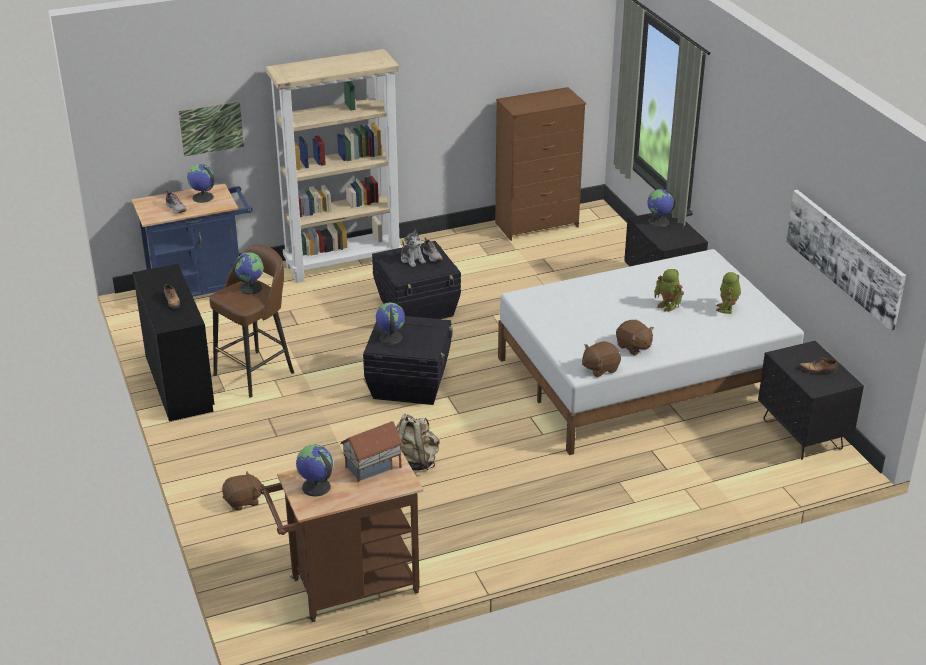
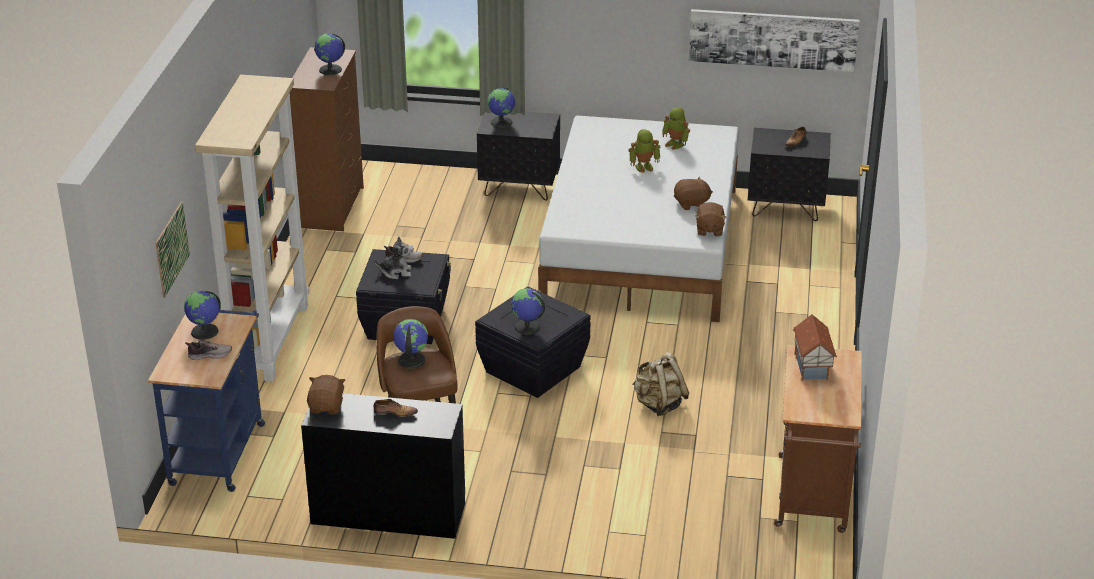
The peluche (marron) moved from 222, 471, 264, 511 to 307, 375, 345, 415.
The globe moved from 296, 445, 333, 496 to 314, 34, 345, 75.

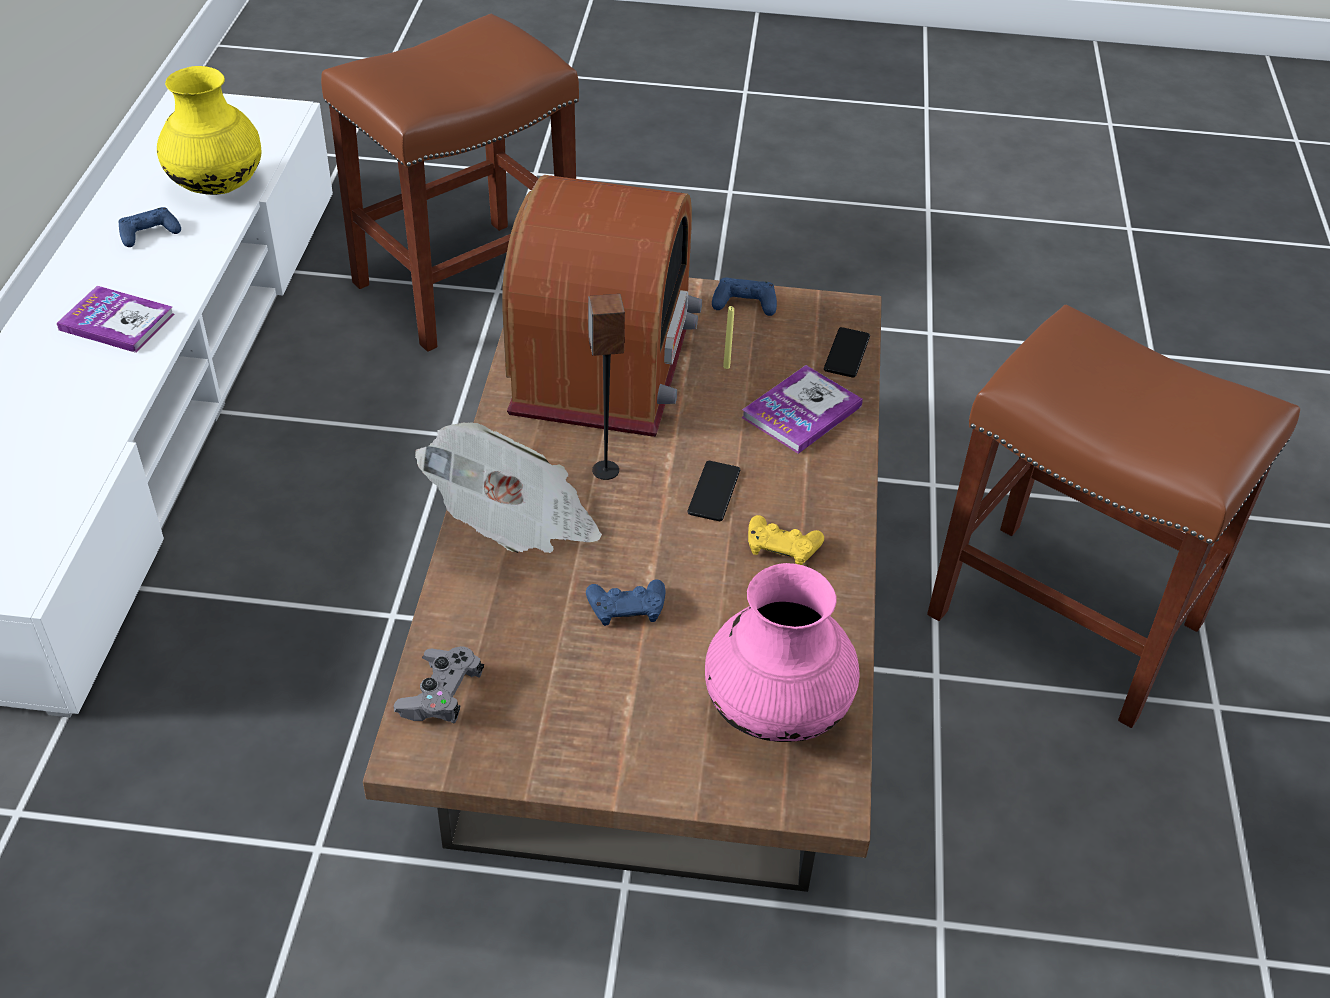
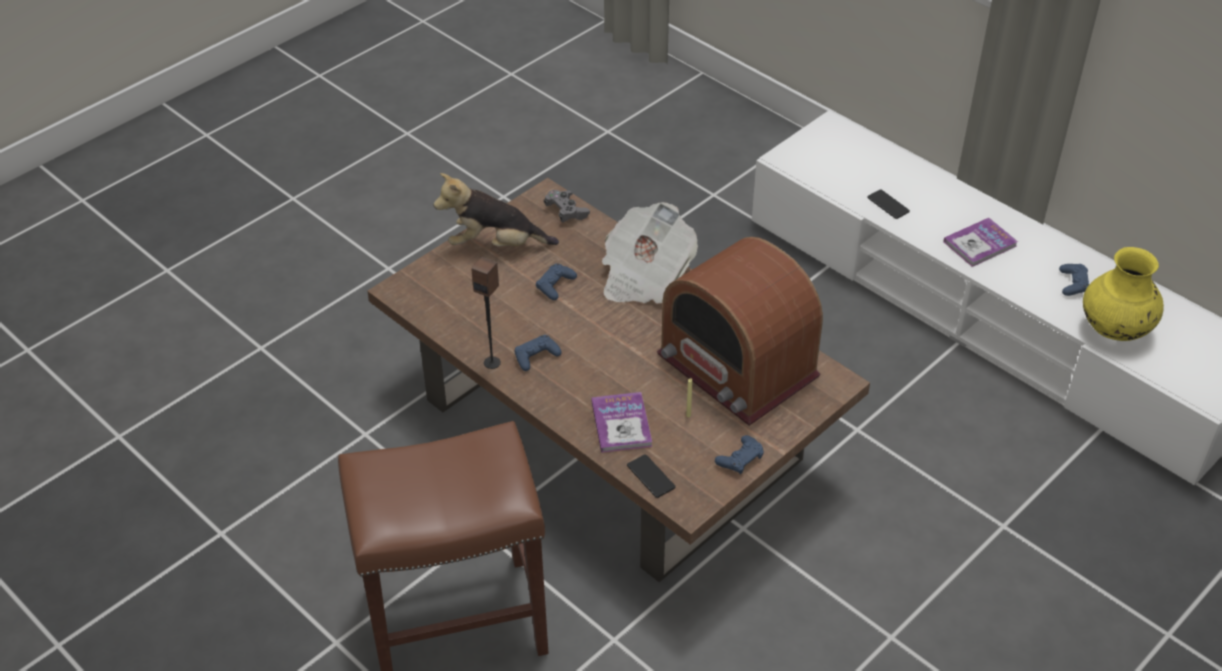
The peluche at 433, 173, 559, 246 appeared.
The enceinte moved from 588, 294, 625, 480 to 471, 257, 501, 369.
The manette (jaune) at 748, 515, 824, 565 became the manette (bleu) at 514, 335, 562, 371.
The téléphone moved from 687, 461, 740, 521 to 867, 189, 910, 219.
The tabouret (marron) at 321, 14, 579, 352 disappeared.
The vase (rose) at 705, 563, 860, 742 disappeared.

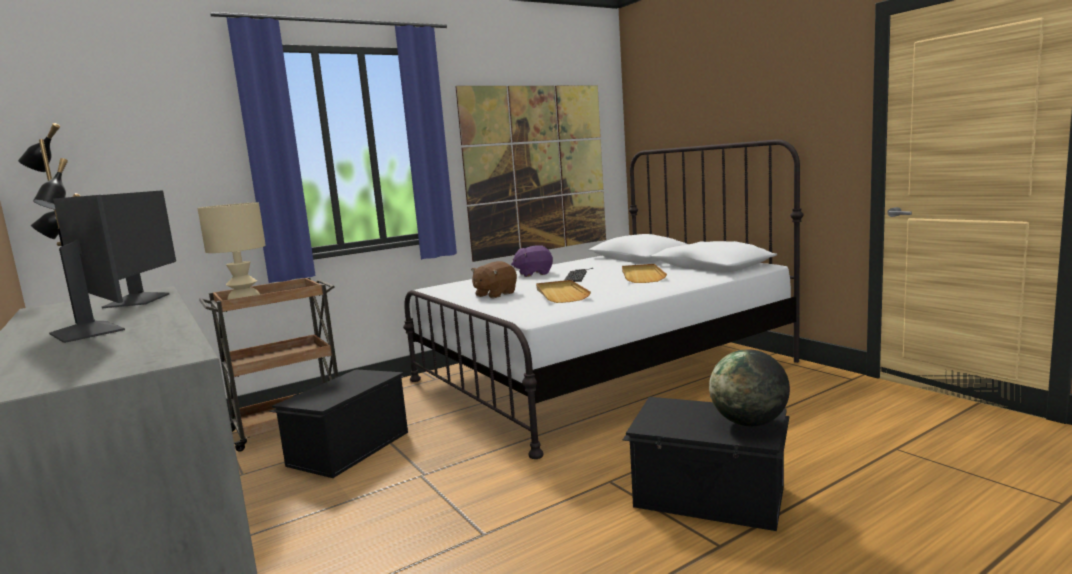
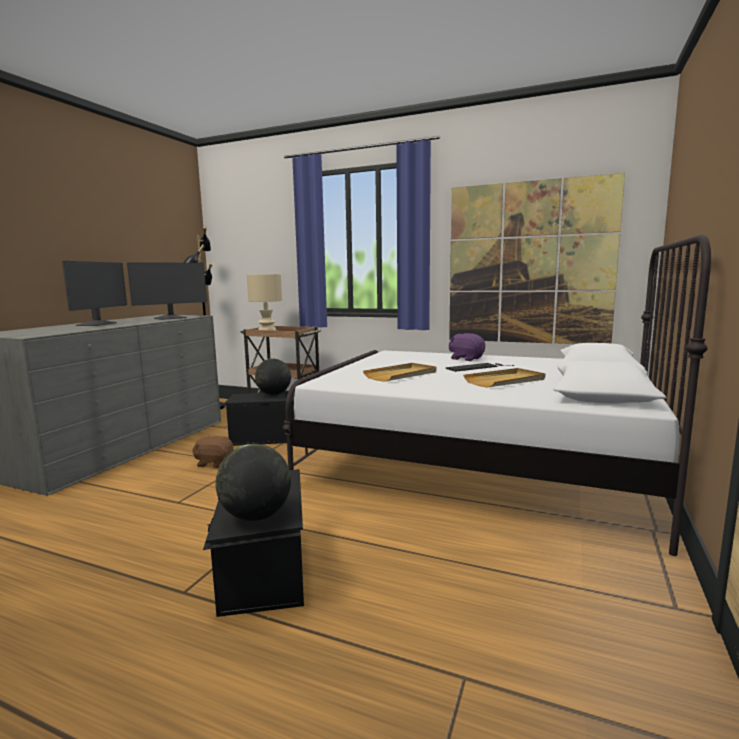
The peluche (marron) moved from 471, 261, 517, 299 to 192, 436, 234, 468.
The globe at 255, 358, 291, 395 appeared.

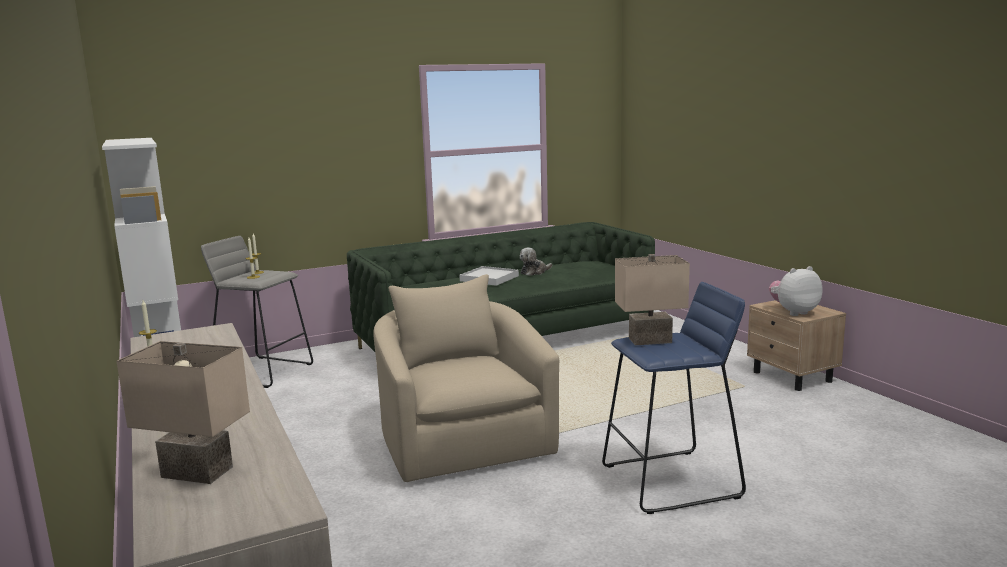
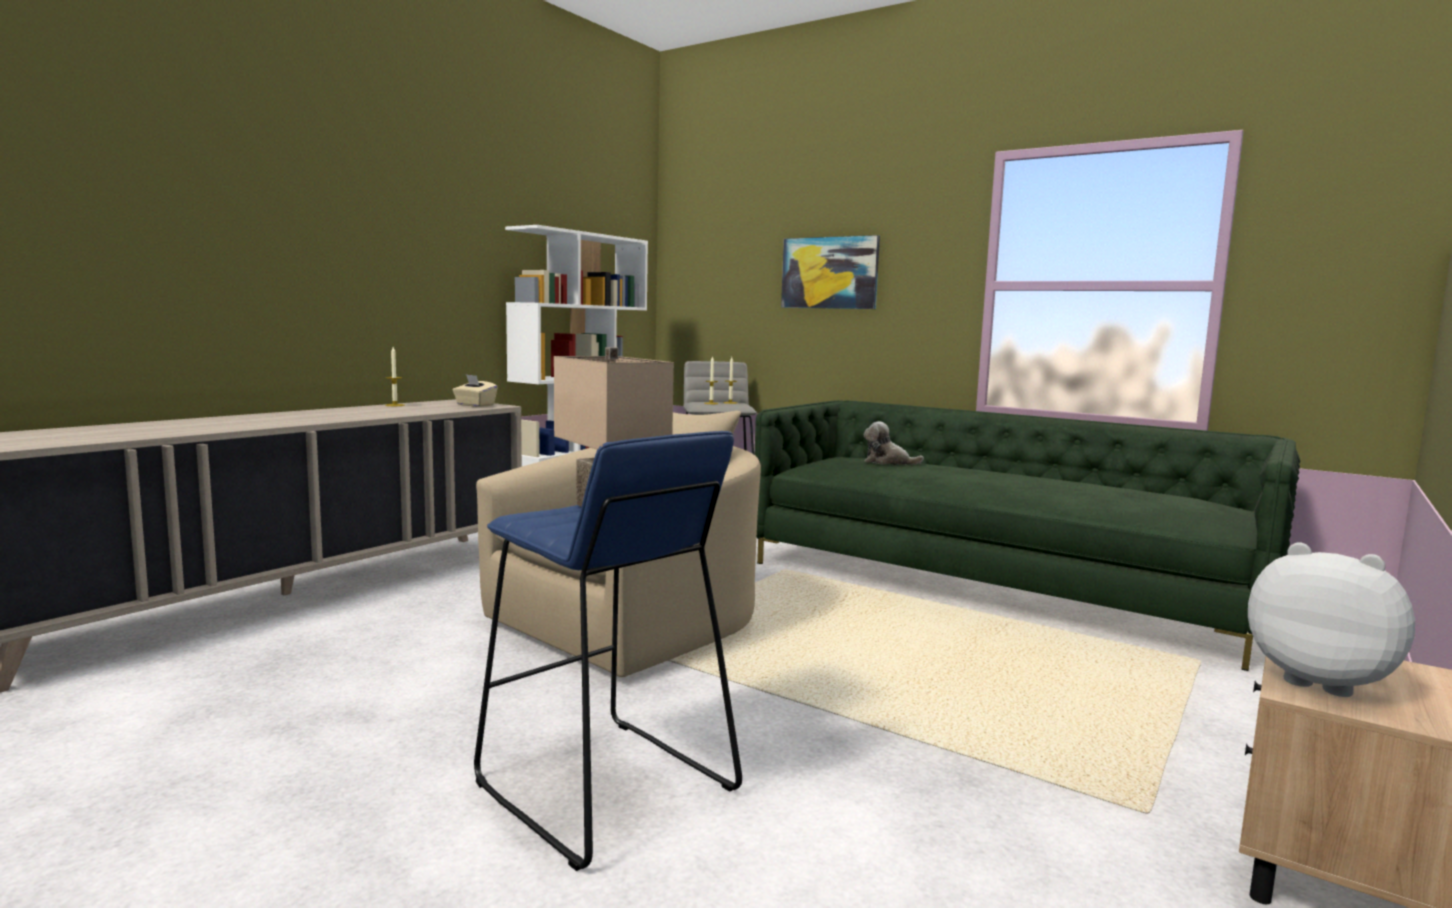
The boîte à mouchoirs (beige) at 453, 374, 498, 407 appeared.
The tableau at 781, 235, 880, 309 appeared.
The peluche moved from 520, 248, 552, 276 to 864, 422, 924, 465.
The lampe de table (beige) at 116, 341, 250, 484 disappeared.
The plateau (blanc) at 459, 266, 519, 286 disappeared.

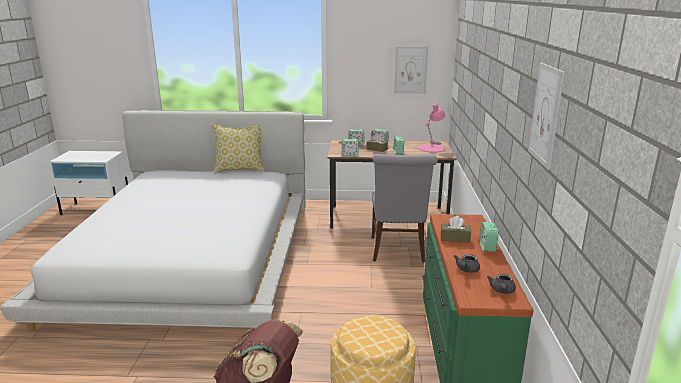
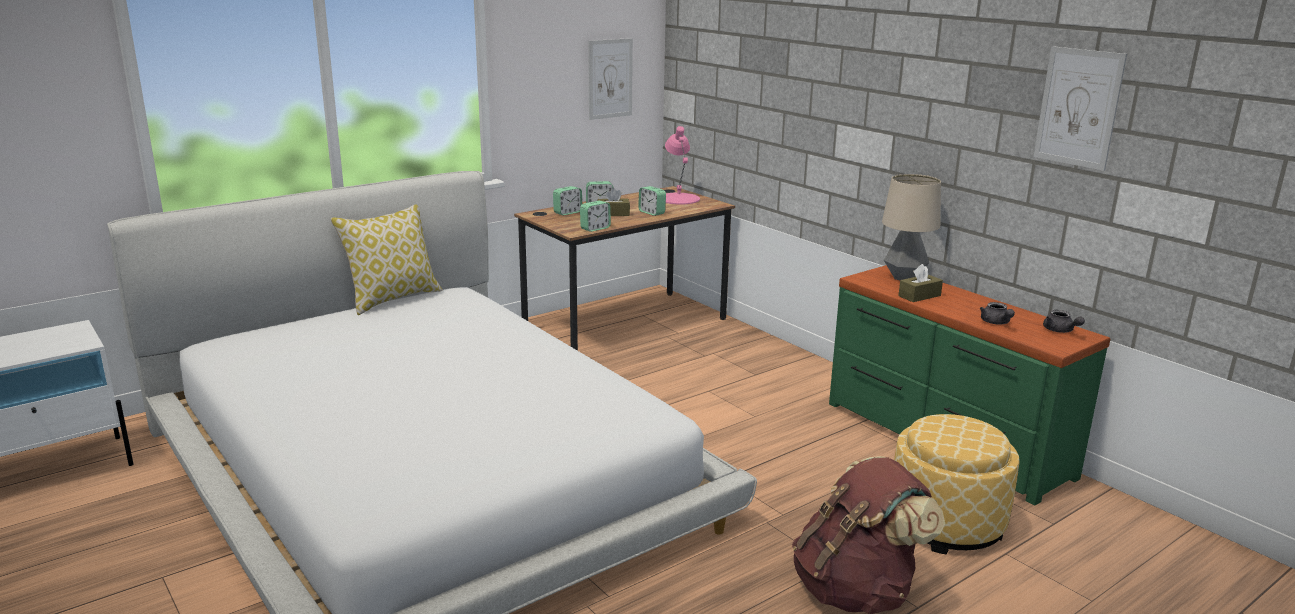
The lampe de table at 882, 174, 941, 280 appeared.
The chaise (gris) at 372, 154, 438, 263 disappeared.
The réveil at 479, 222, 499, 252 disappeared.

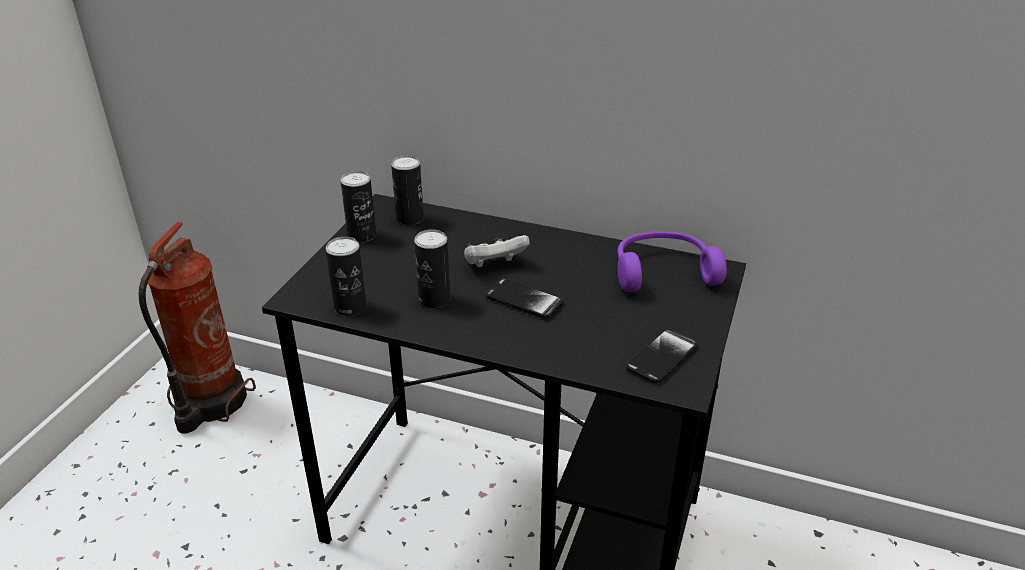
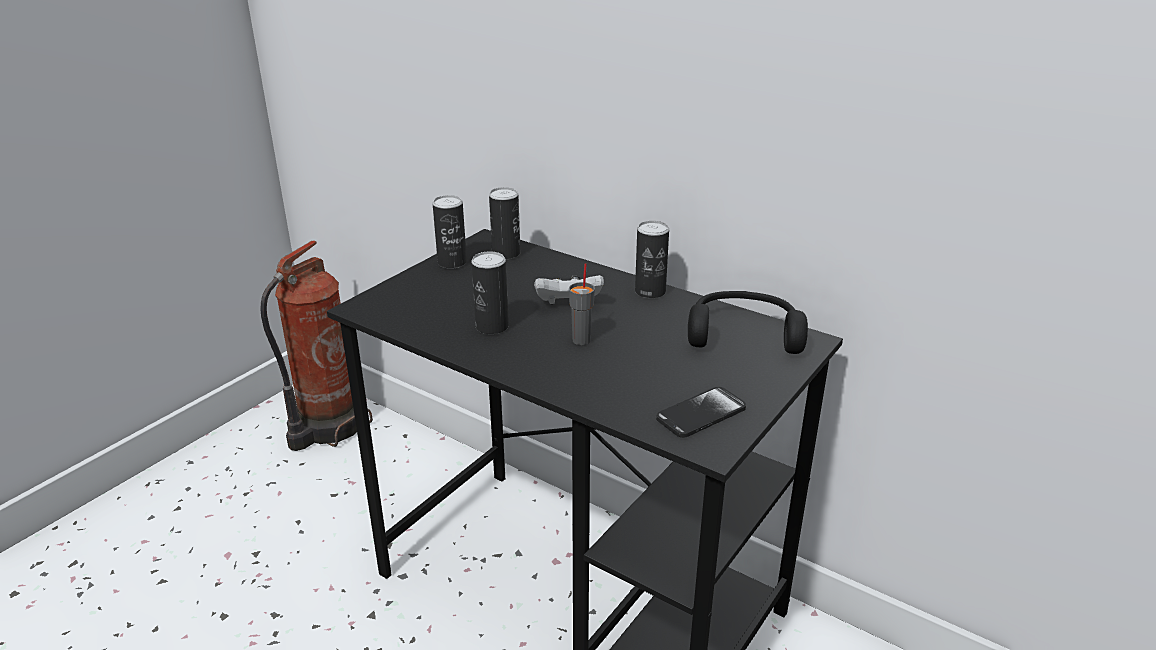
The téléphone at 486, 278, 563, 319 was replaced by the tasse (gris) at 569, 263, 595, 345.
The boîte métallique moved from 326, 237, 367, 316 to 635, 221, 669, 298.
The casque audio (violet) at 617, 231, 727, 292 became the casque audio (noir) at 688, 291, 808, 354.

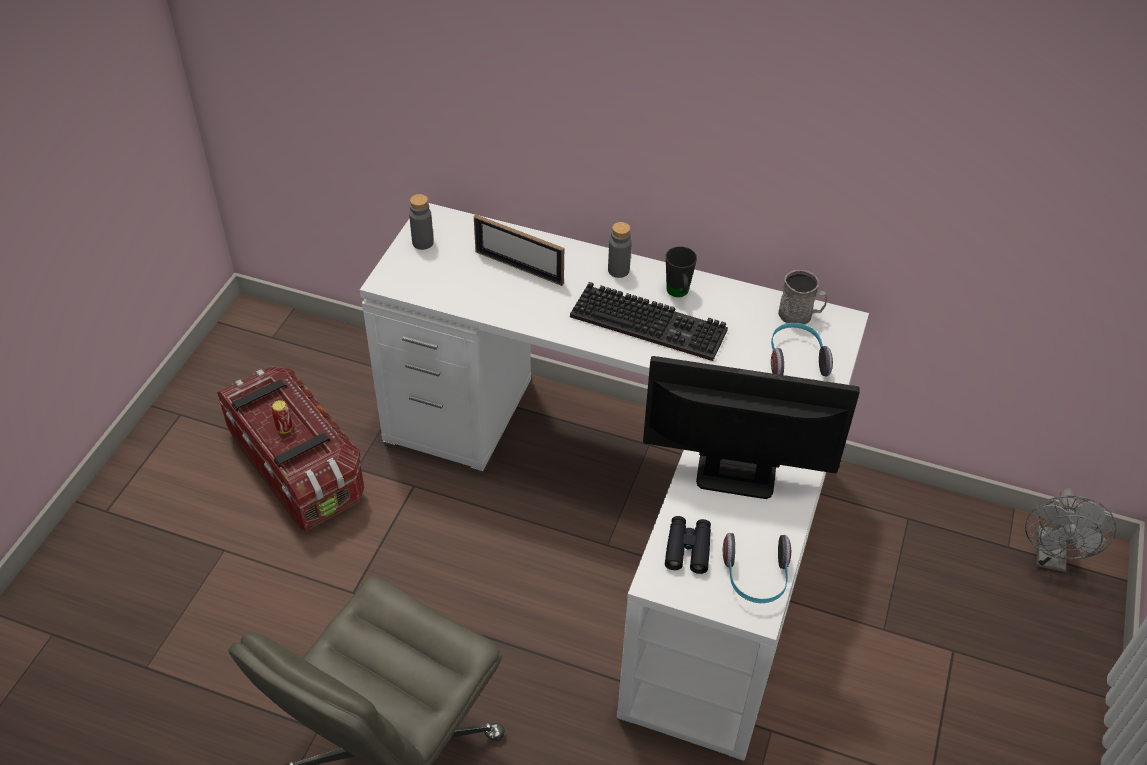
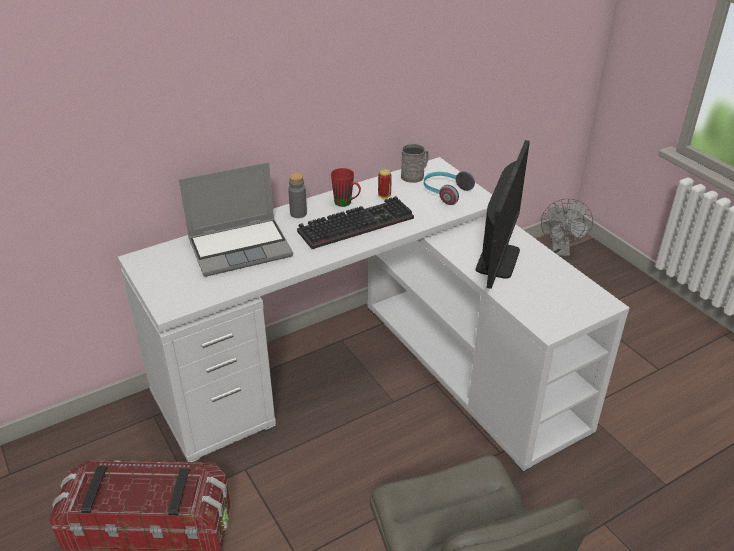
The cadre photo at 474, 215, 564, 286 was replaced by the ordinateur portable at 179, 162, 293, 276.
The mug (noir) at 666, 246, 697, 297 became the mug (rouge) at 331, 168, 361, 207.
The boîte métallique moved from 271, 400, 293, 434 to 378, 169, 392, 198.
The écran d'ordinateur at 643, 356, 860, 499 turned 150 degrees clockwise.
The ventilateur (gris) at 1025, 488, 1117, 572 turned 45 degrees clockwise.
The bouteille (gris) at 409, 194, 434, 250 disappeared.
The jumelles (noir) at 665, 516, 711, 574 disappeared.
The casque audio at 723, 533, 791, 603 disappeared.

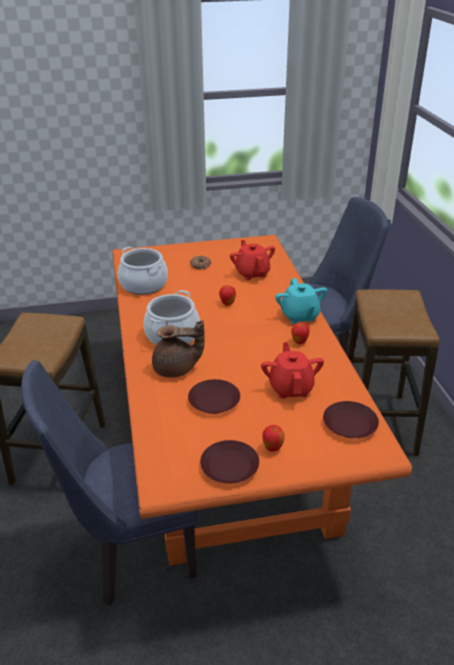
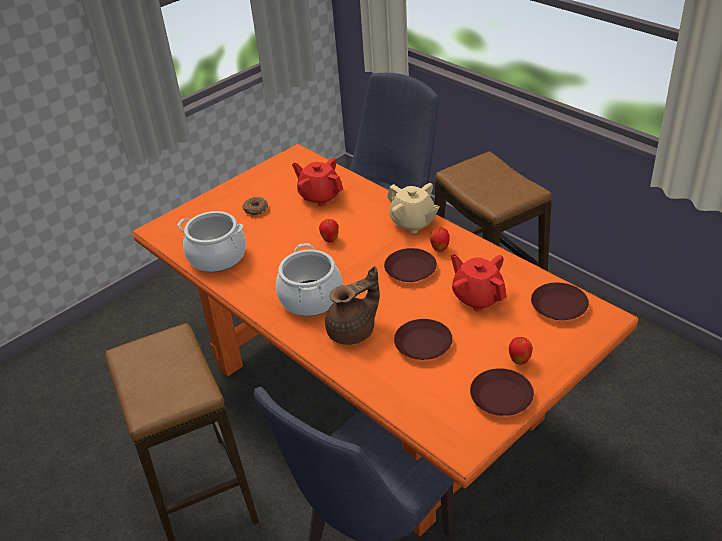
The assiette (marron) at 384, 248, 437, 282 appeared.
The théière (turquoise) at 275, 278, 327, 324 became the théière (beige) at 387, 183, 440, 233.

